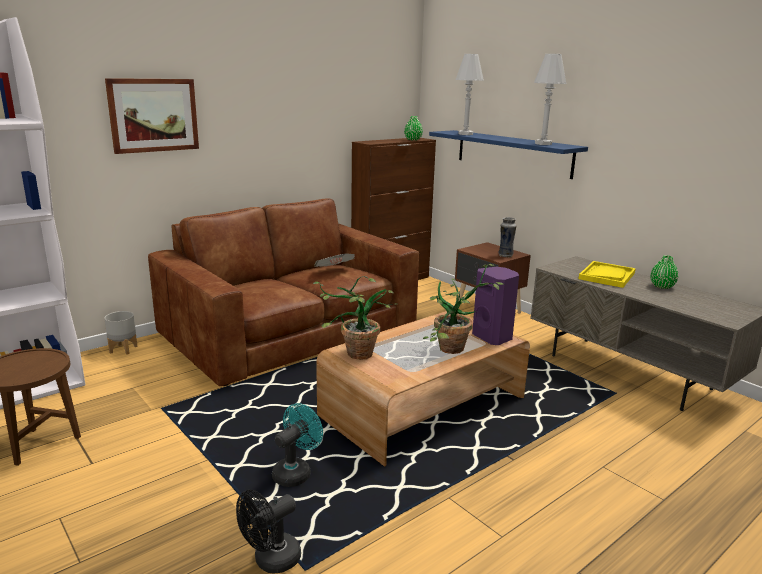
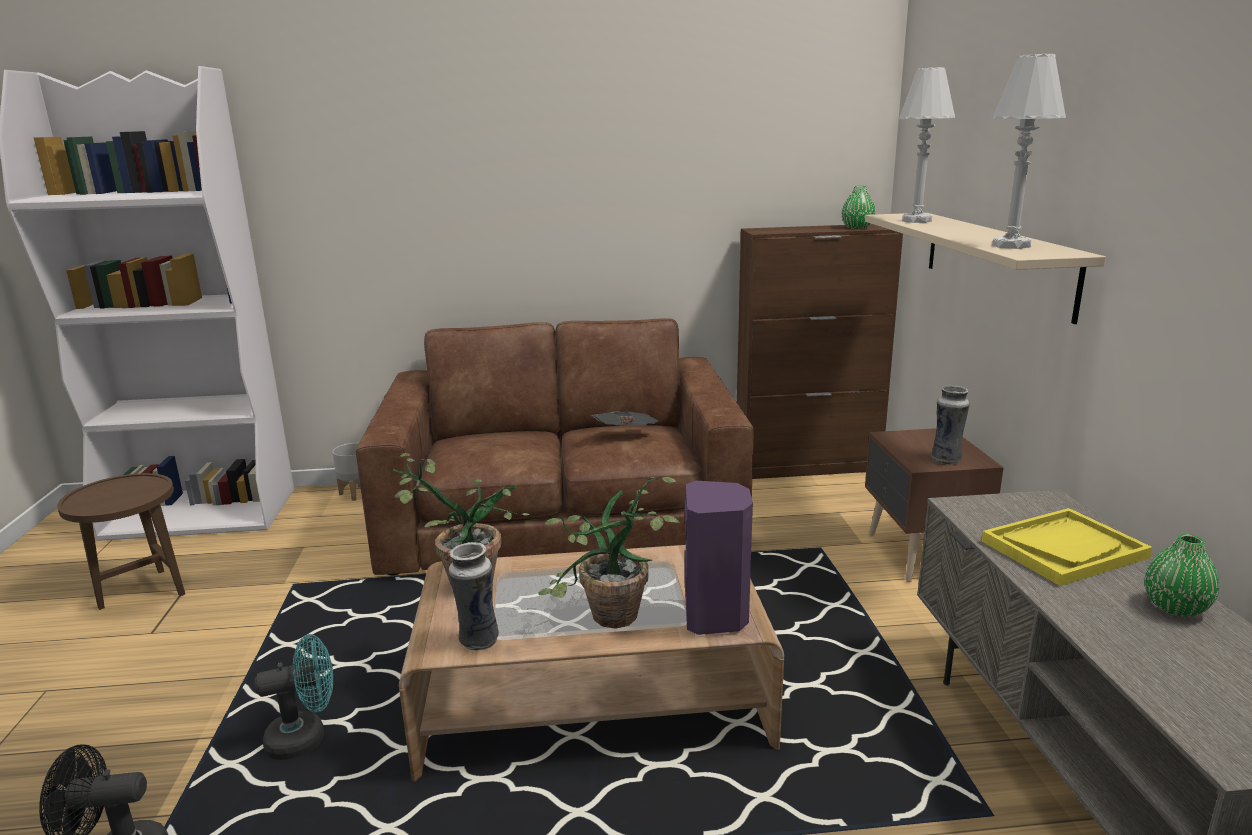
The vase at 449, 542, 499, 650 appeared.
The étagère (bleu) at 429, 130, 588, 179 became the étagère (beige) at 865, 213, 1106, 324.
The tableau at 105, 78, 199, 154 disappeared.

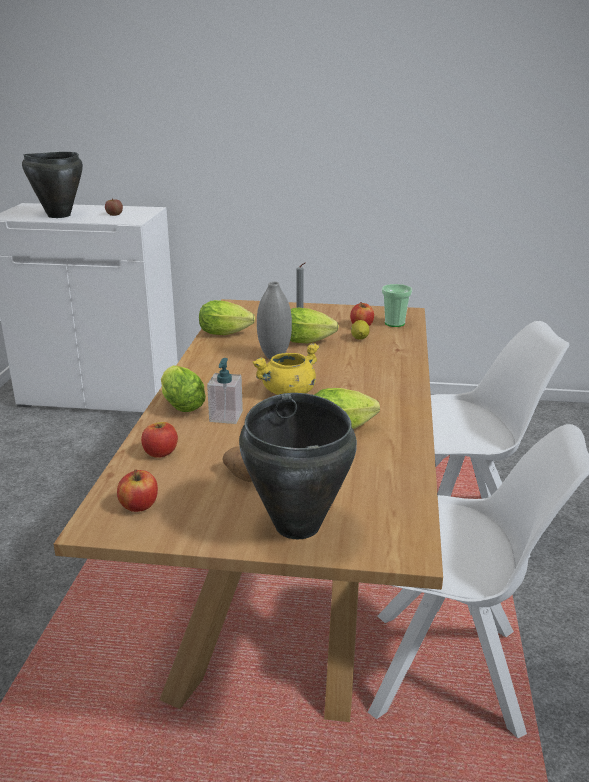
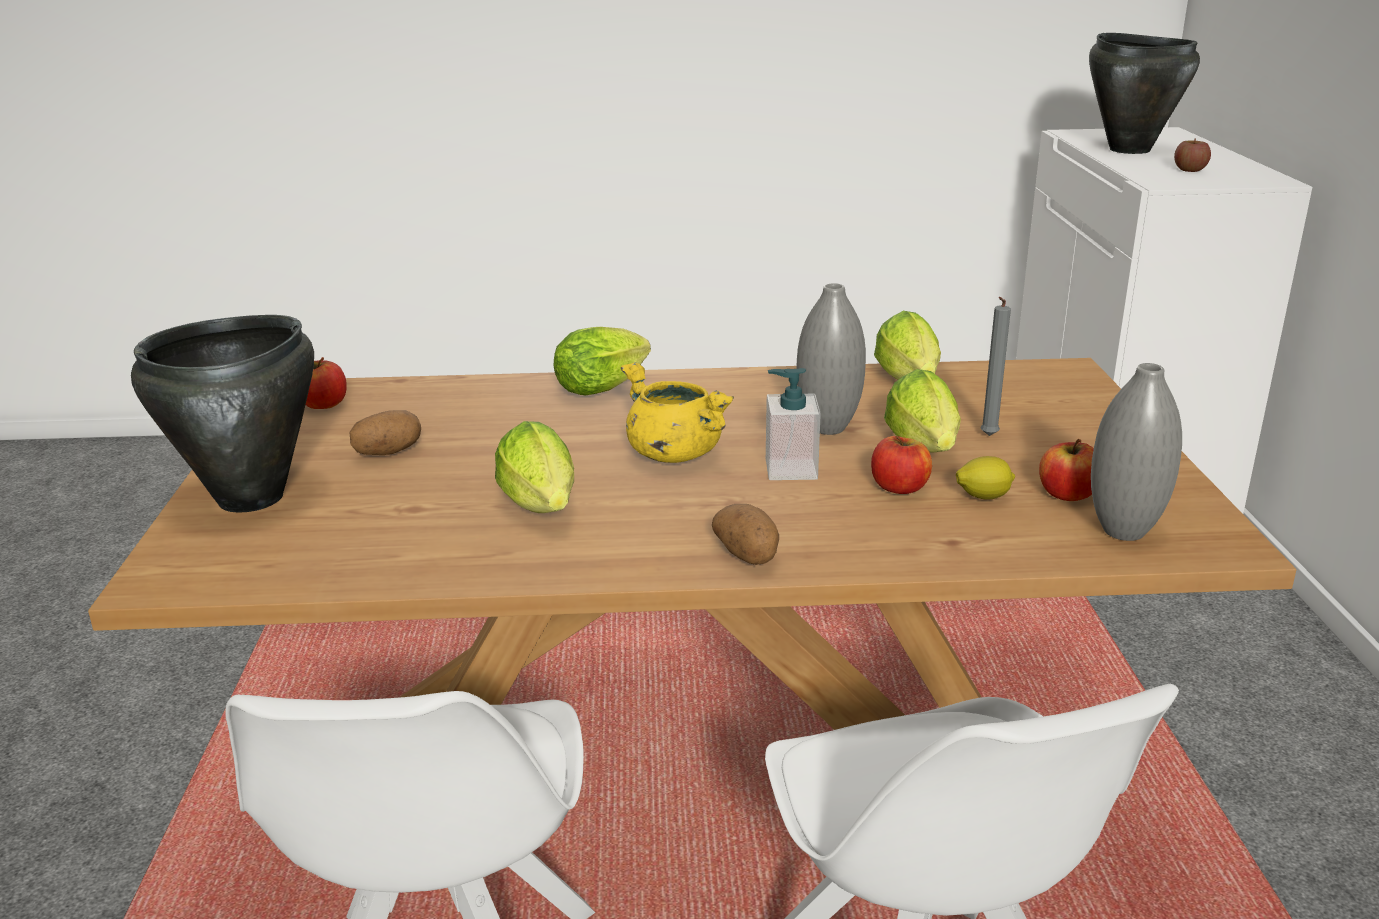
The pomme de terre at 712, 504, 779, 565 appeared.
The distributeur de savon moved from 207, 358, 243, 424 to 766, 368, 821, 480.
The pomme moved from 141, 422, 178, 458 to 871, 436, 932, 494.
The tasse at 382, 284, 412, 327 was replaced by the vase (gris) at 1091, 363, 1182, 541.

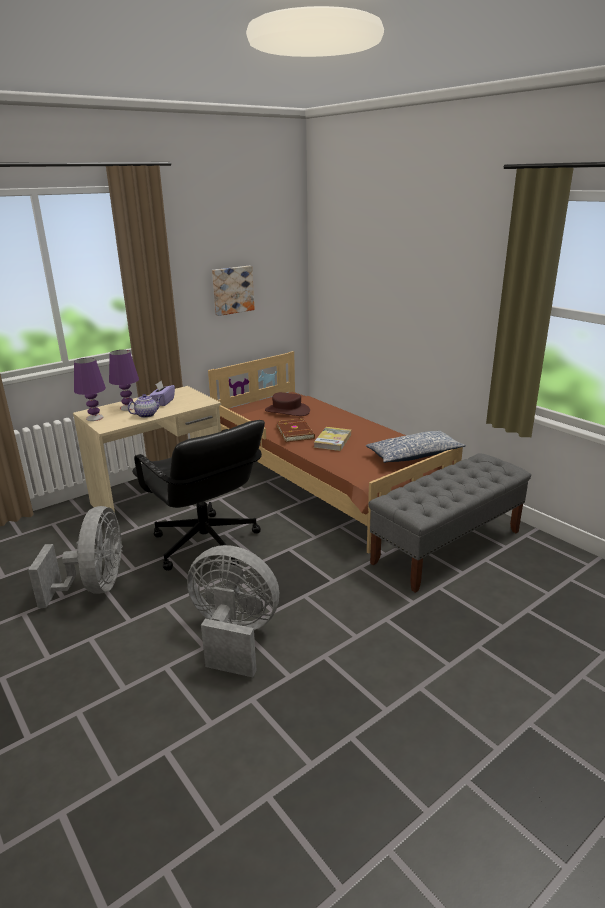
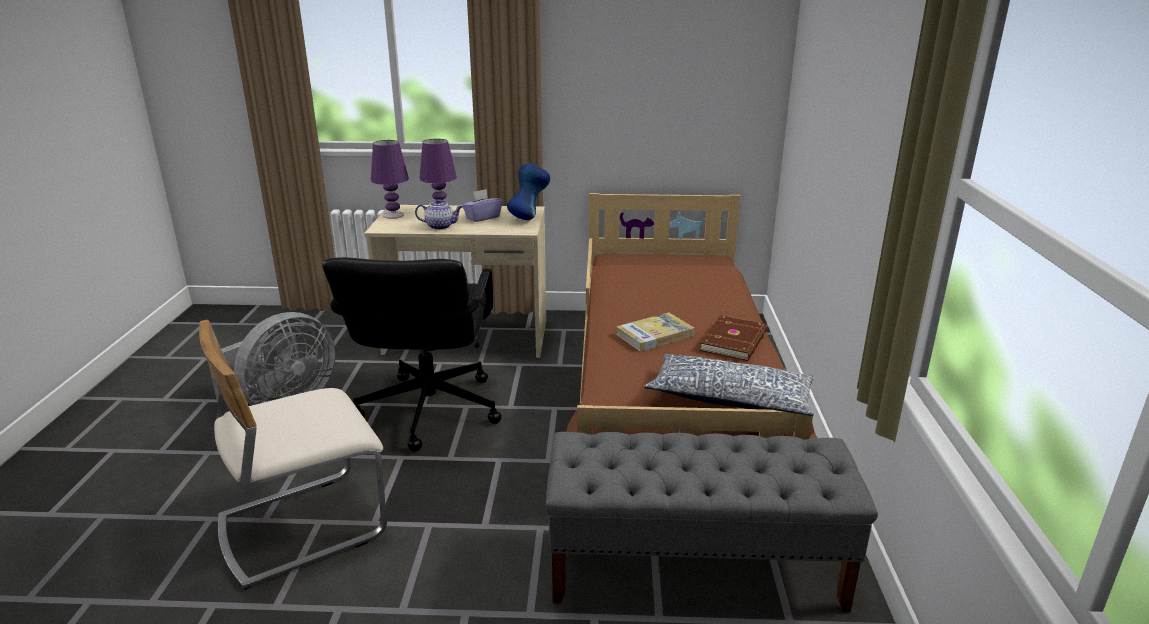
The ventilateur (gris) at 187, 545, 279, 677 was replaced by the chaise (beige) at 199, 320, 387, 590.
The vase (bleu) at 507, 163, 550, 220 appeared.
The livre (marron) moved from 276, 419, 315, 442 to 699, 315, 767, 361.
The tableau at 212, 266, 255, 316 disappeared.
The chapeau (marron) at 265, 392, 310, 416 disappeared.

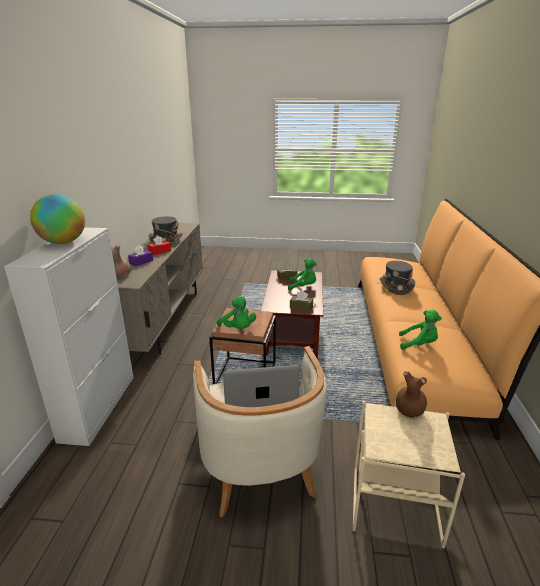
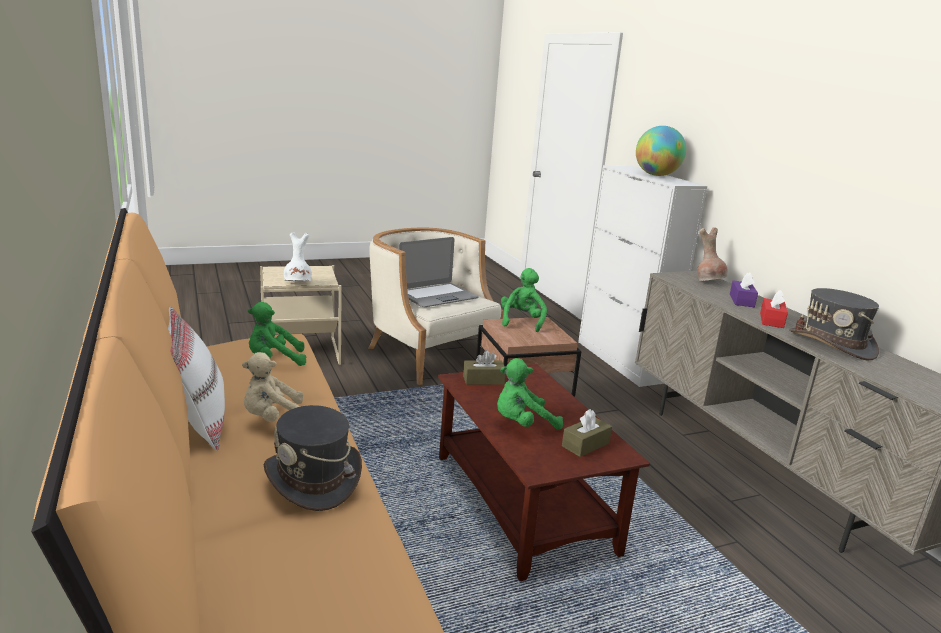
The coussin (blanc) at 168, 307, 225, 451 appeared.
The peluche (beige) at 242, 352, 303, 422 appeared.
The vase (marron) at 396, 371, 427, 418 became the vase (blanc) at 284, 232, 312, 281.
The peluche (vert) at 217, 296, 256, 329 turned 75 degrees clockwise.

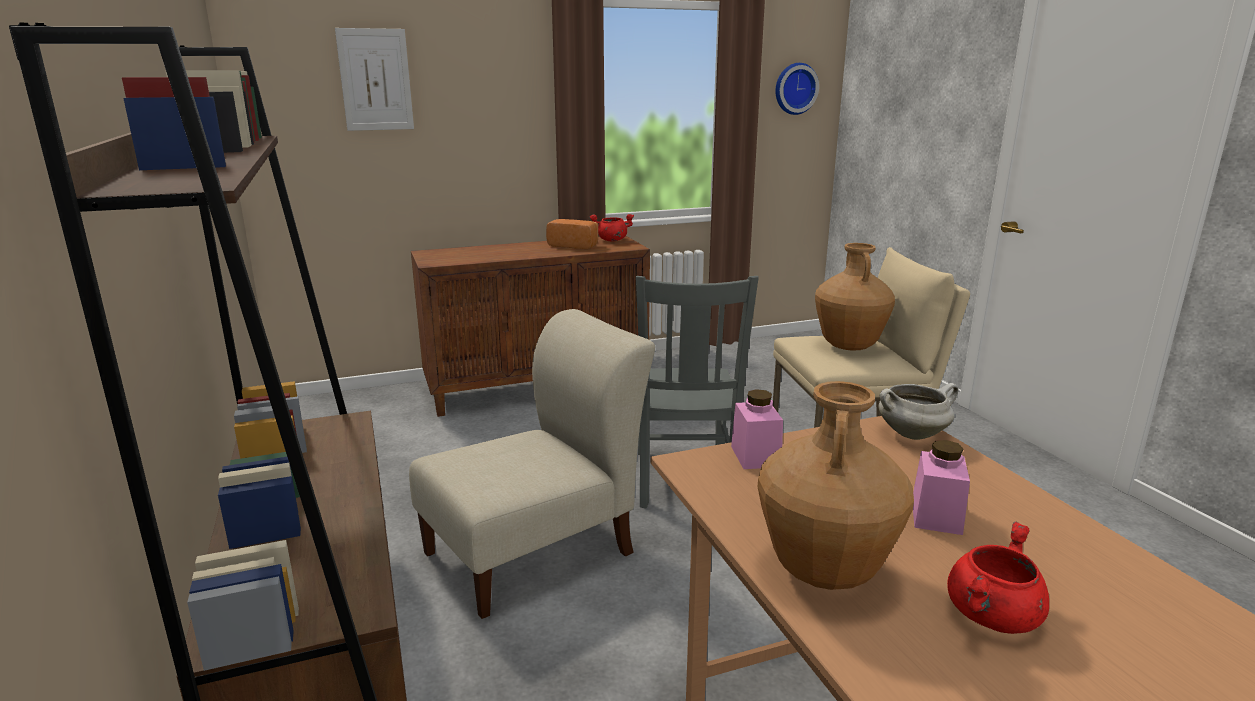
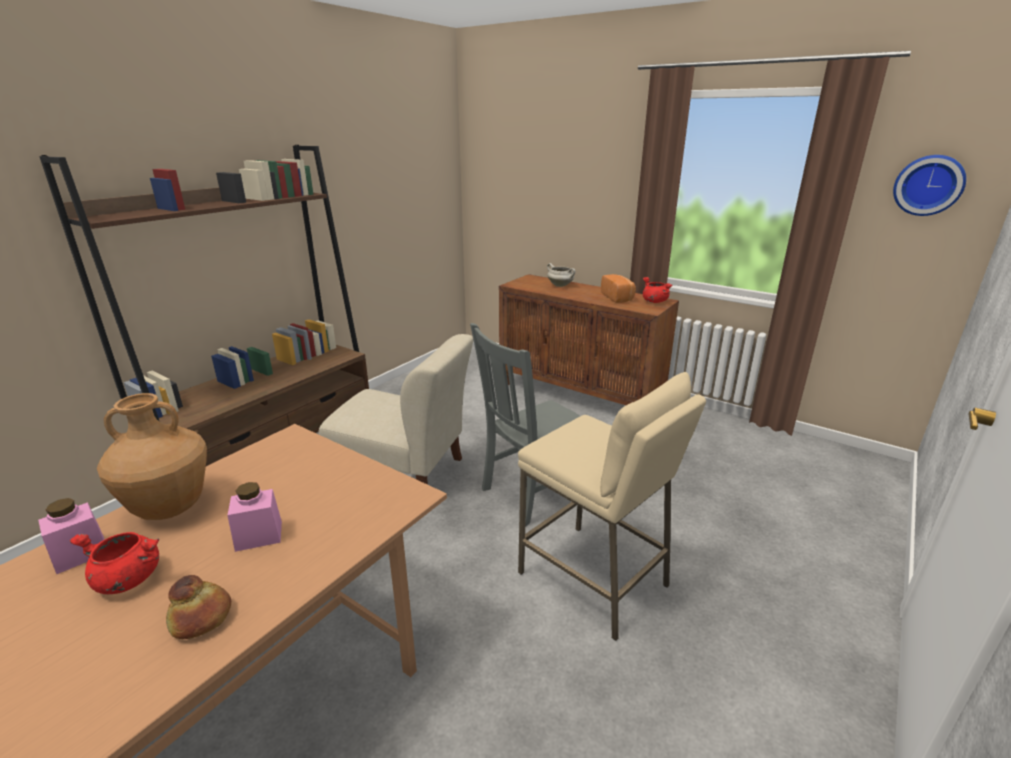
The bocal (rose) moved from 731, 389, 783, 469 to 38, 498, 105, 574.
The pain at 166, 575, 231, 639 appeared.
The marmite (blanc) moved from 878, 383, 959, 440 to 547, 263, 575, 287.
The tableau at 335, 28, 414, 131 disappeared.
The vase (marron) at 815, 243, 895, 350 disappeared.

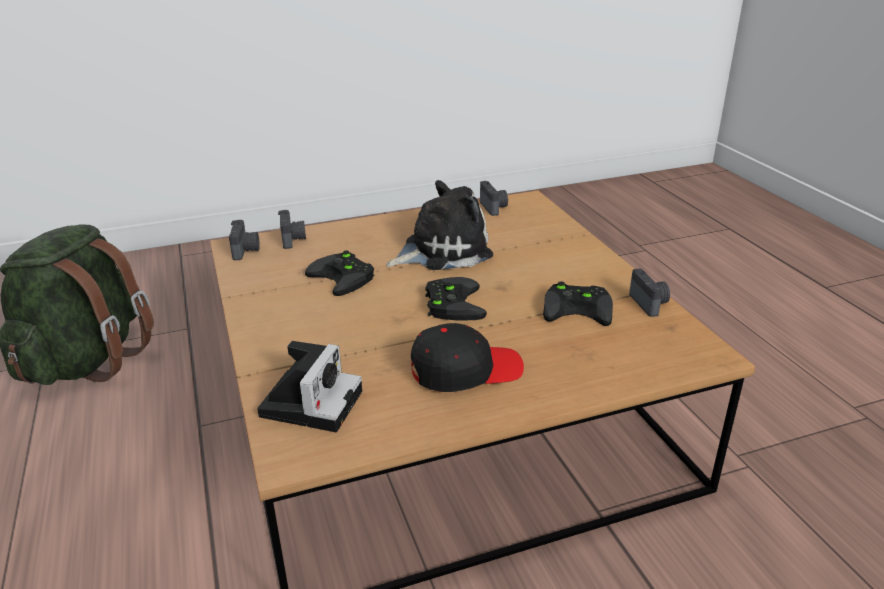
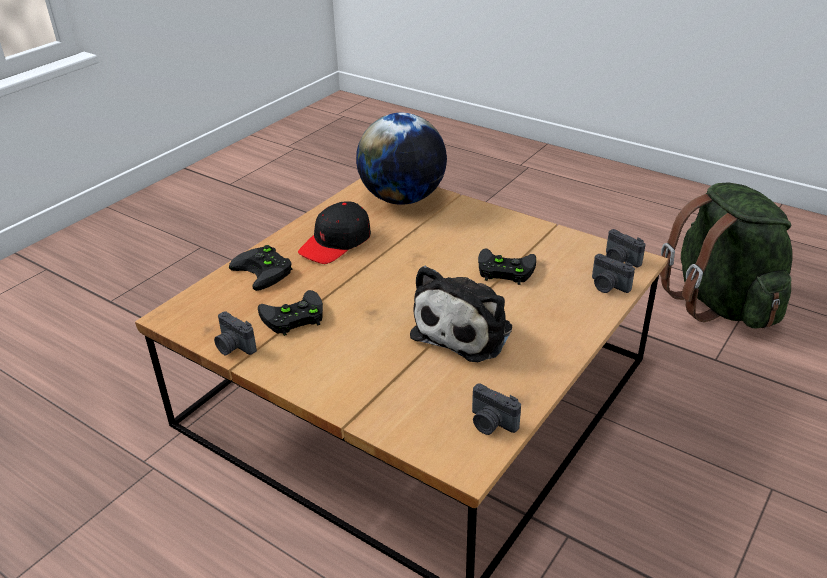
The manette (noir) moved from 425, 277, 487, 320 to 229, 245, 293, 291.
The appareil photo at 257, 341, 362, 432 was replaced by the globe at 356, 113, 447, 205.

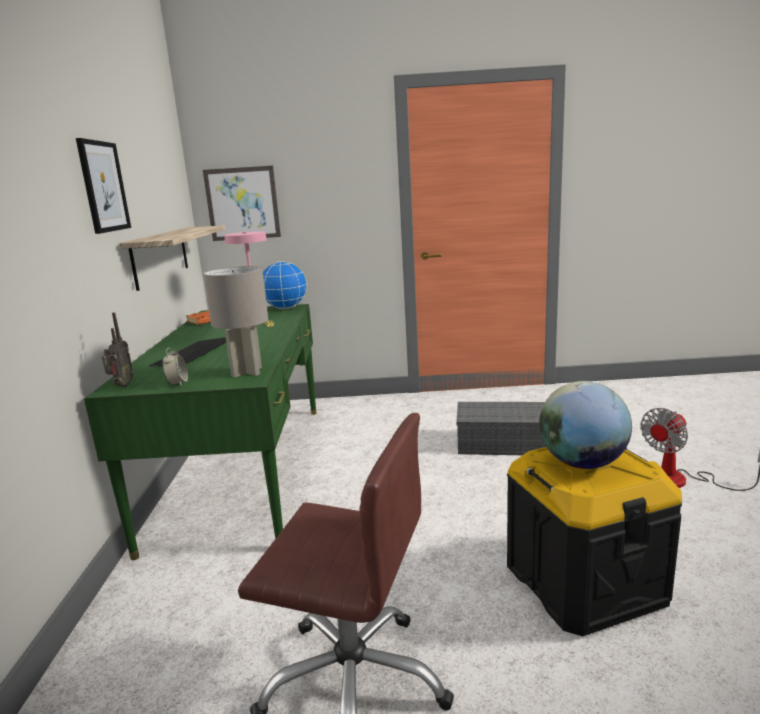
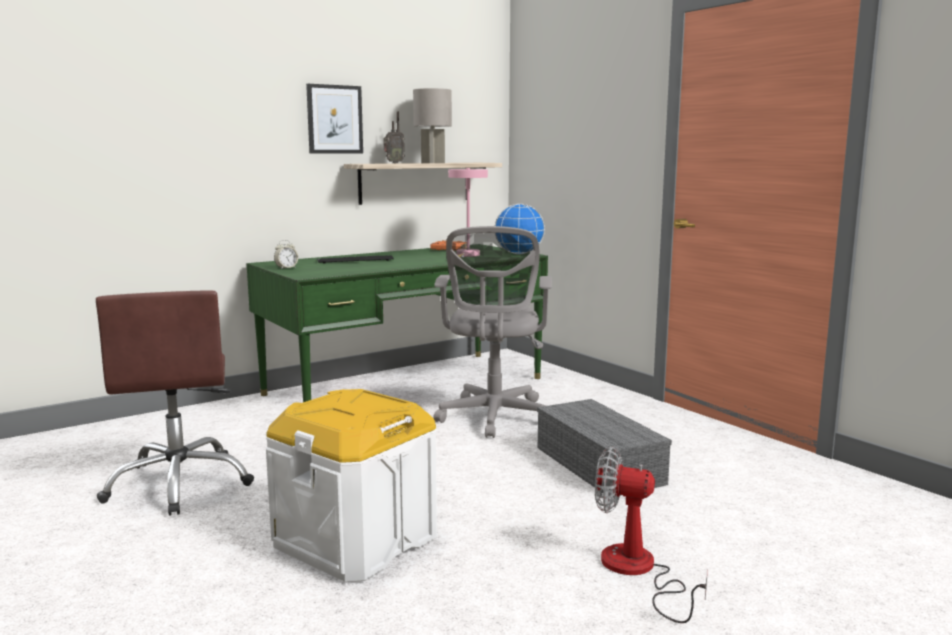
The boîte de rangement (noir) at 507, 447, 682, 636 became the boîte de rangement (blanc) at 266, 389, 437, 582.
The radio moved from 102, 312, 133, 387 to 383, 111, 405, 163.
The lampe de table (gris) moved from 203, 266, 268, 378 to 413, 88, 452, 163.
The chaise de bureau (gris) at 433, 226, 552, 438 appeared.
The tableau at 203, 166, 281, 241 disappeared.
The globe at 539, 381, 632, 469 disappeared.

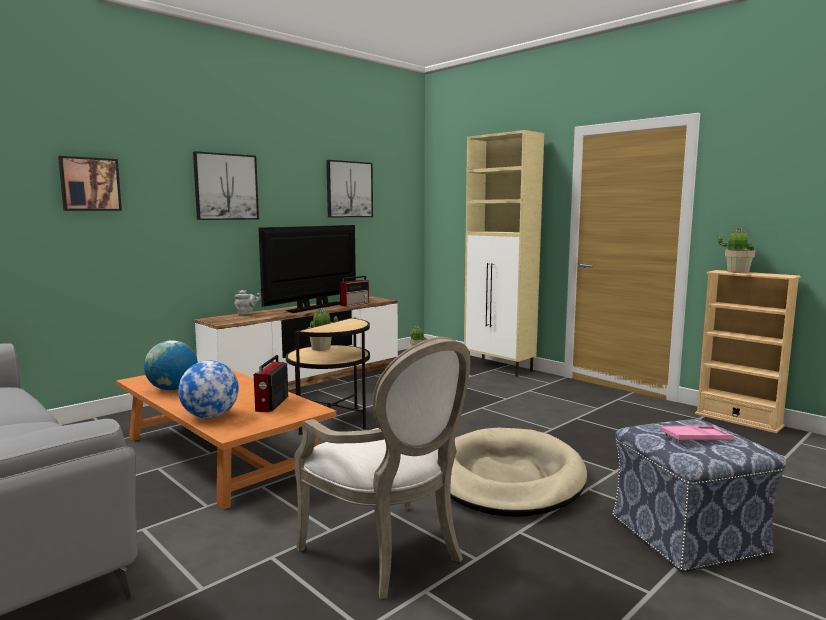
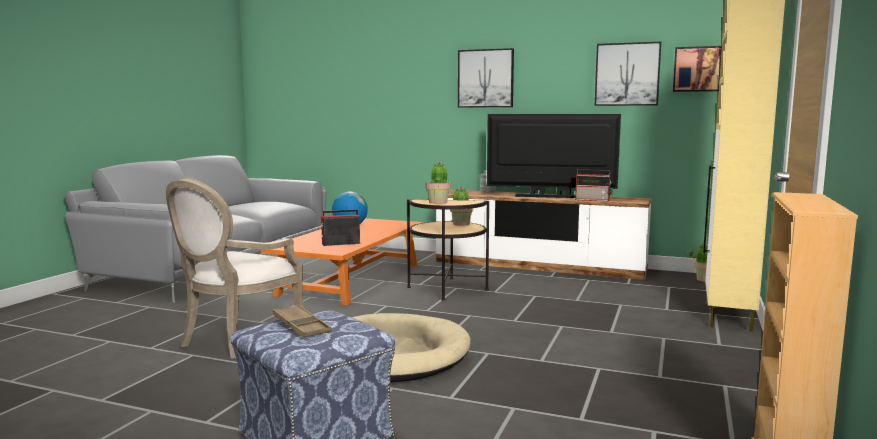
The plateau (rose) at 660, 426, 734, 442 became the plateau (marron) at 273, 305, 331, 338.
The plante en pot moved from 718, 228, 756, 273 to 426, 161, 451, 204.
The tableau moved from 58, 156, 122, 211 to 673, 46, 722, 92.
The globe at 178, 360, 239, 418 disappeared.

